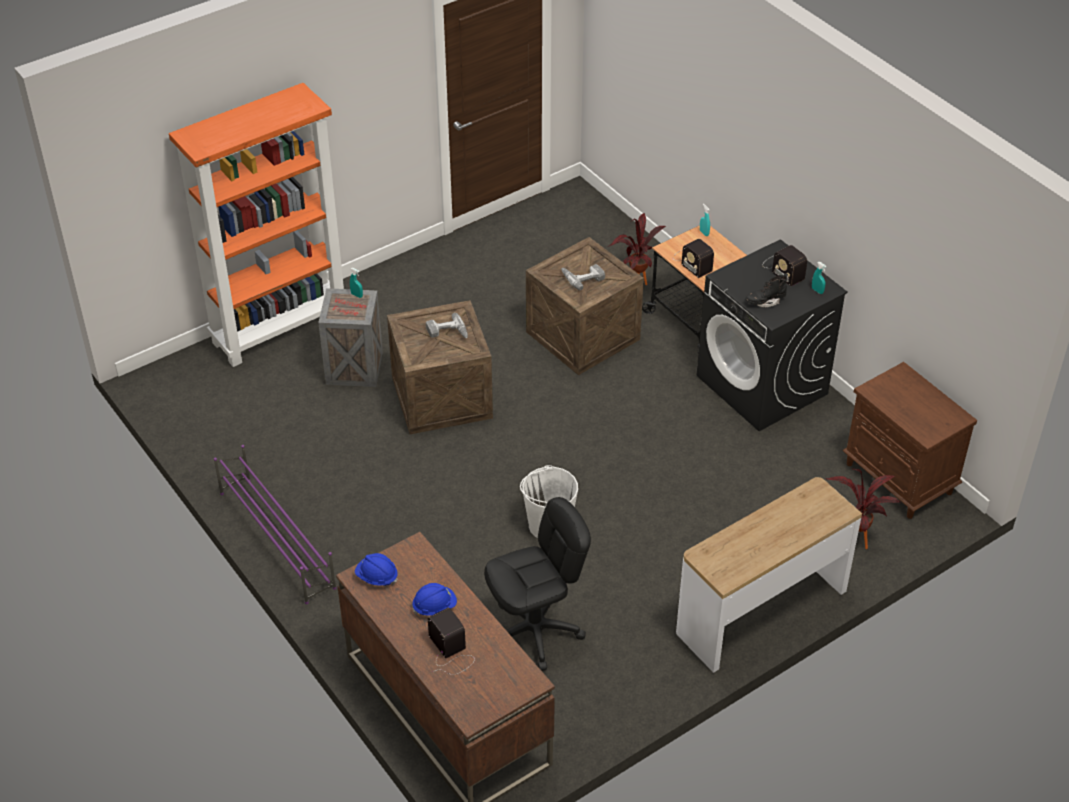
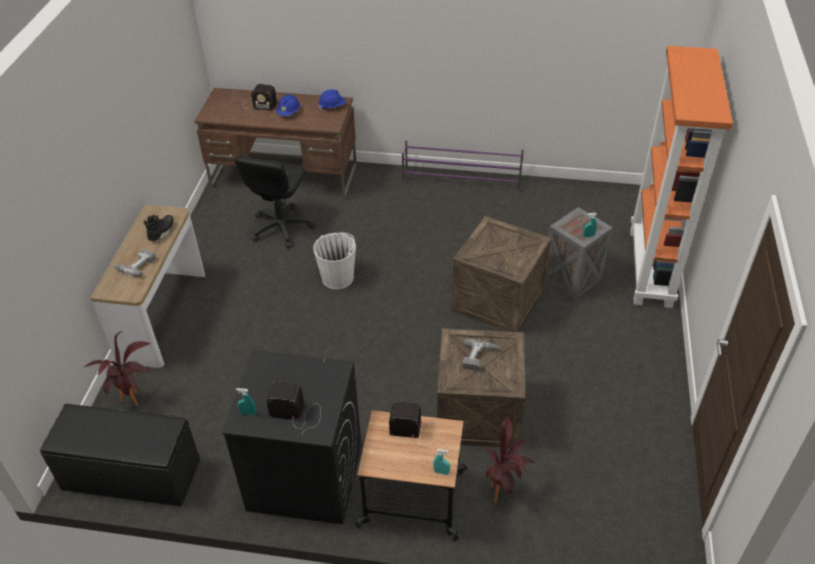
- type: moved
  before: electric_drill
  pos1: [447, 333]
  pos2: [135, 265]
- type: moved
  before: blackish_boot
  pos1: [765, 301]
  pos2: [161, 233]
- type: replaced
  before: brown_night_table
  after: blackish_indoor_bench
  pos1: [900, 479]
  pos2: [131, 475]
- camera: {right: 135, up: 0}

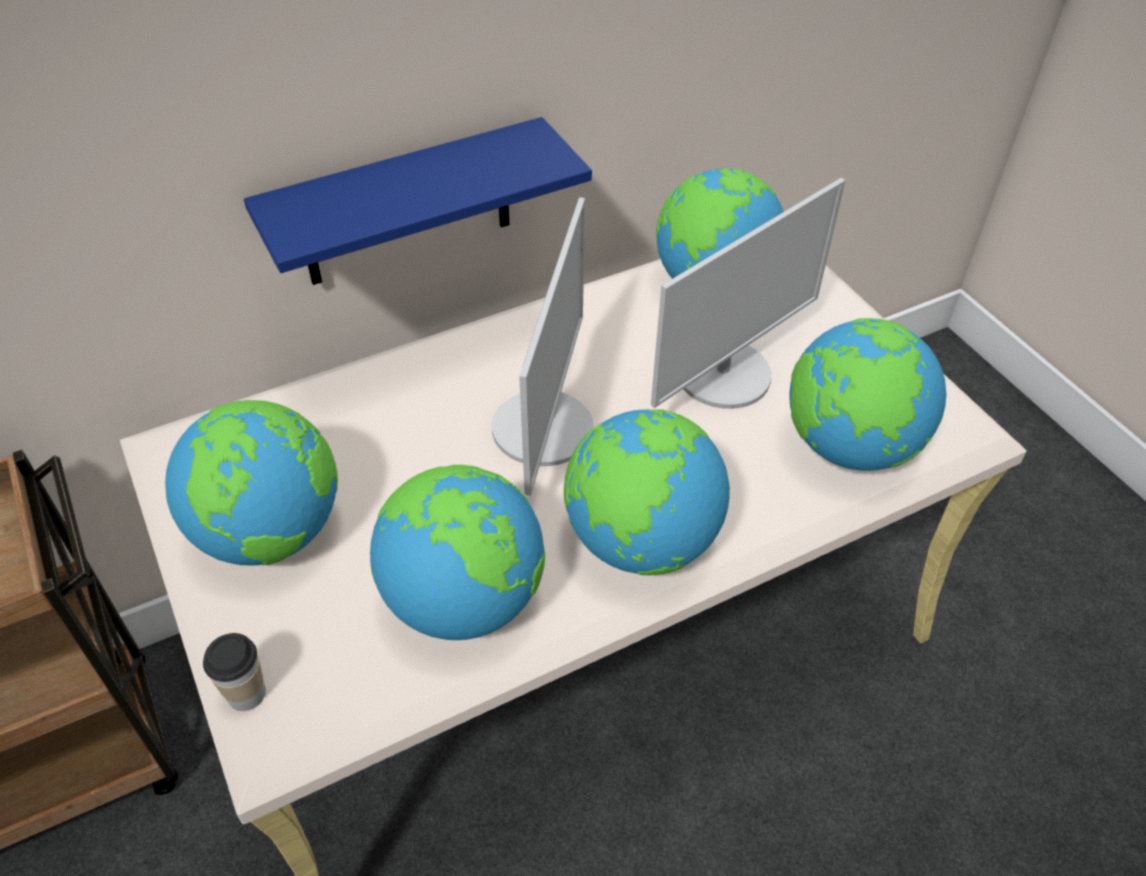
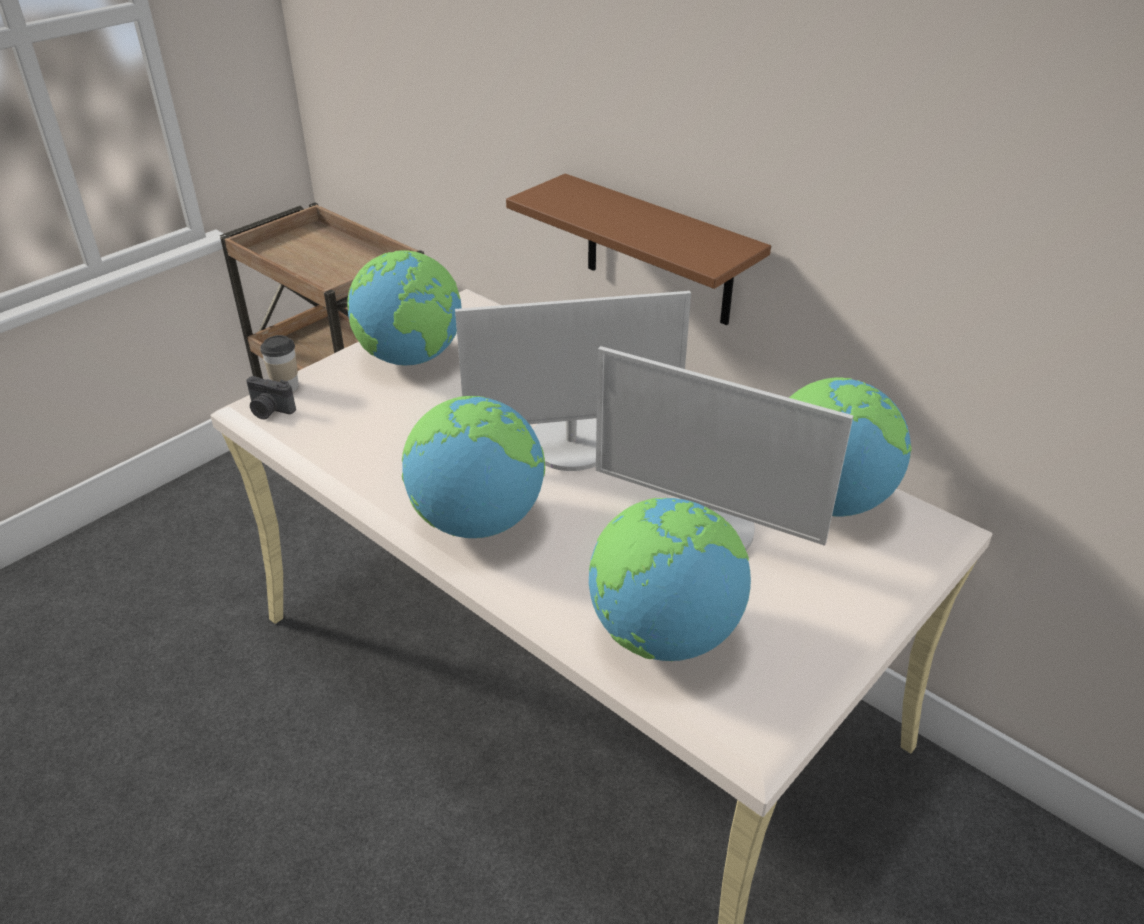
- type: removed
  before: globe
  pos1: [464, 599]
- type: added
  after: still_camera
  pos2: [269, 411]
- type: recoloured
  before: blue_bracket_shelf
  after: brown_bracket_shelf
  pos1: [406, 205]
  pos2: [658, 251]
- camera: {right: 70, up: -10}

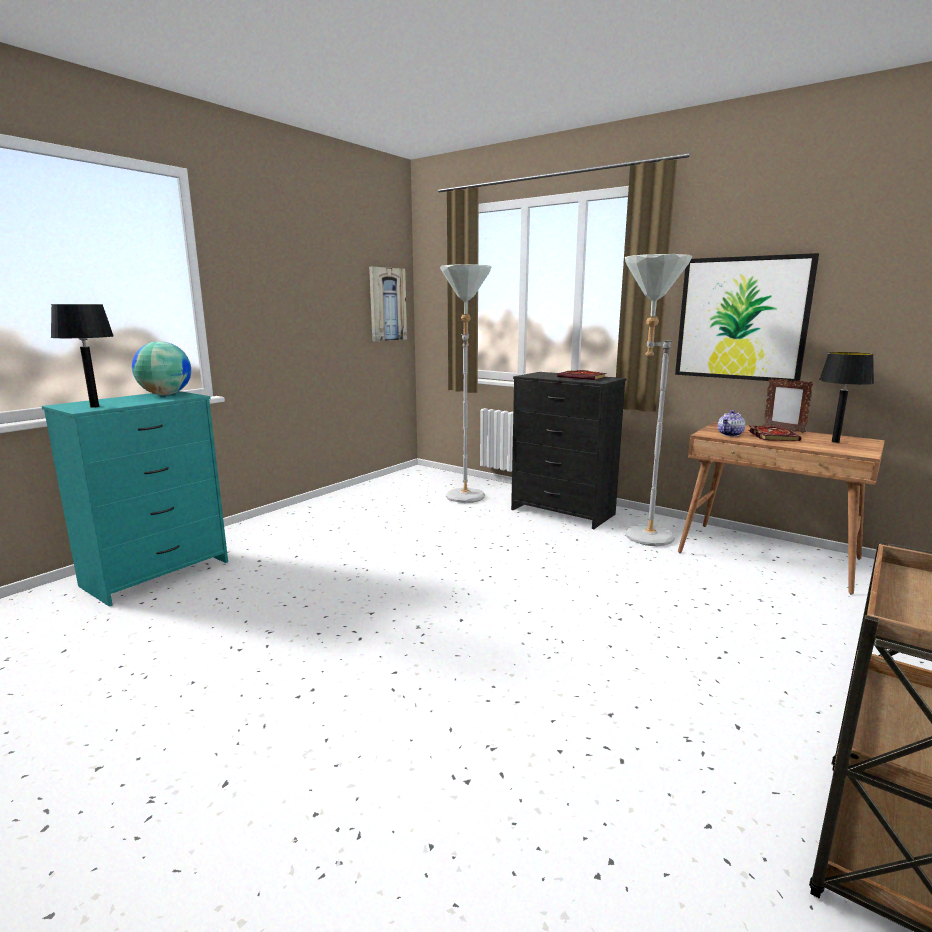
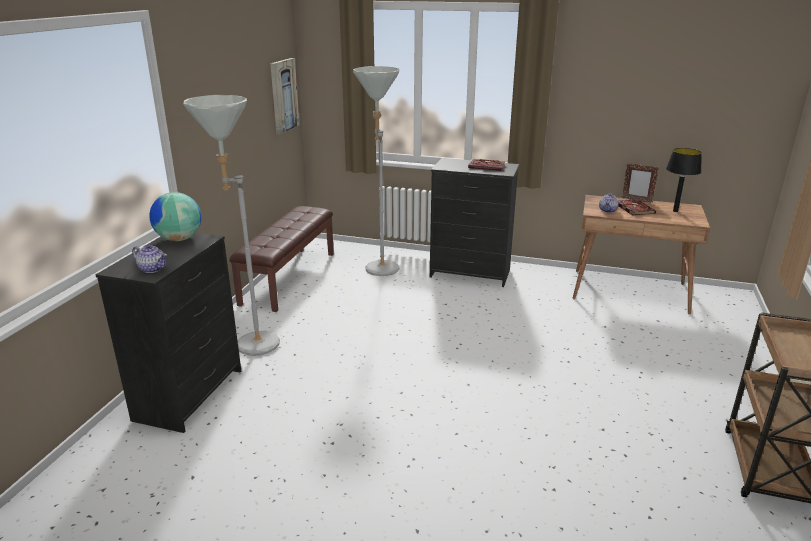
- type: removed
  before: picture
  pos1: [742, 318]
- type: added
  after: brown_indoor_bench
  pos2: [288, 277]
- type: moved
  before: greyish_floor_lamp
  pos1: [638, 535]
  pos2: [249, 343]
- type: replaced
  before: blackish_tabletop_lamp
  after: tea_pot
  pos1: [95, 406]
  pos2: [153, 269]
- type: recoloured
  before: turquoise_dresser
  after: blackish_dresser
  pos1: [157, 574]
  pos2: [190, 395]
- camera: {right: -20, up: 10}

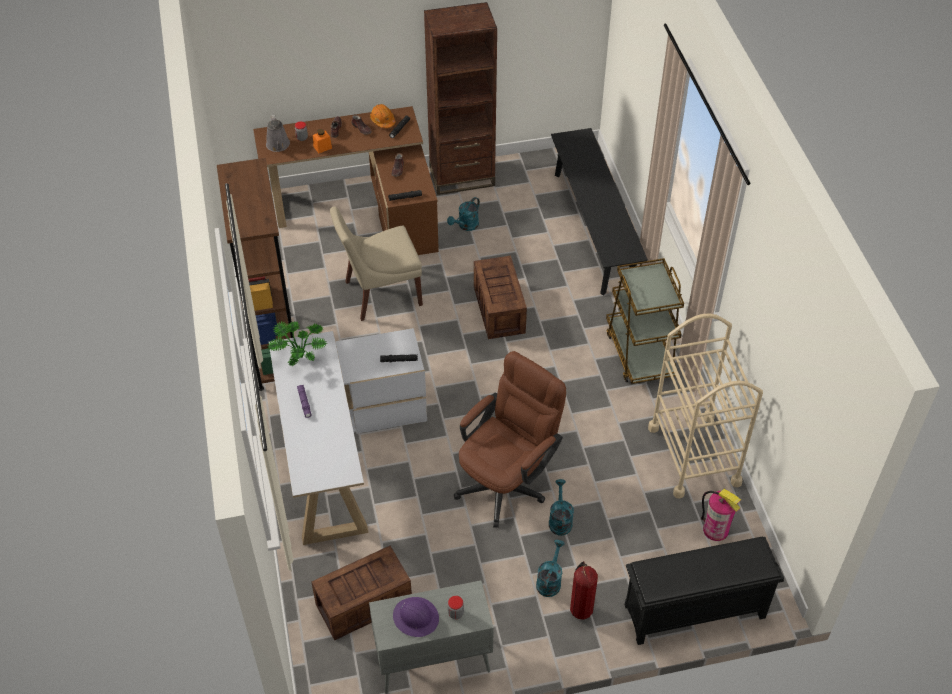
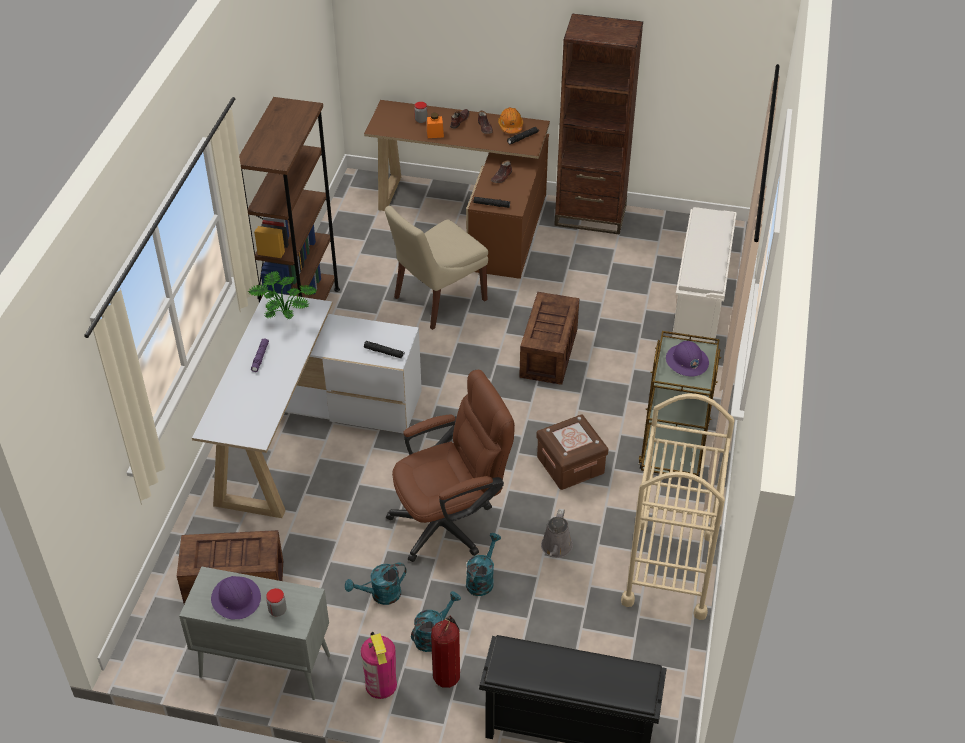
- type: added
  after: brown_storage_container
  pos2: [570, 465]
- type: added
  after: purple_hard_hat
  pos2: [686, 361]
- type: moved
  before: greyish_sprinkling_can
  pos1: [278, 145]
  pos2: [556, 548]
- type: moved
  before: turquoise_sprinkling_can
  pos1: [466, 226]
  pos2: [380, 595]
- type: moved
  before: fire-fighting_cylinder
  pos1: [716, 529]
  pos2: [381, 685]
- type: replaced
  before: blackish_indoor_bench
  after: whitish_shoe_shelf
  pos1: [593, 229]
  pos2: [699, 307]
- type: turned
  before: beige-coloured_chair
  pos1: [380, 294]
  pos2: [437, 300]
  turn: -45
- camera: {right: 25, up: -5}

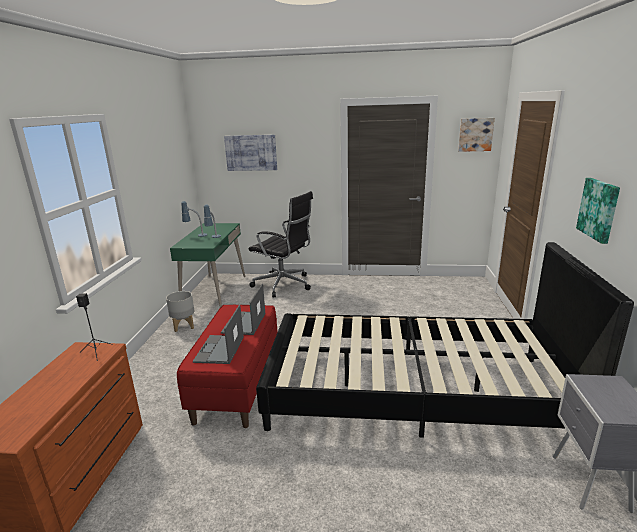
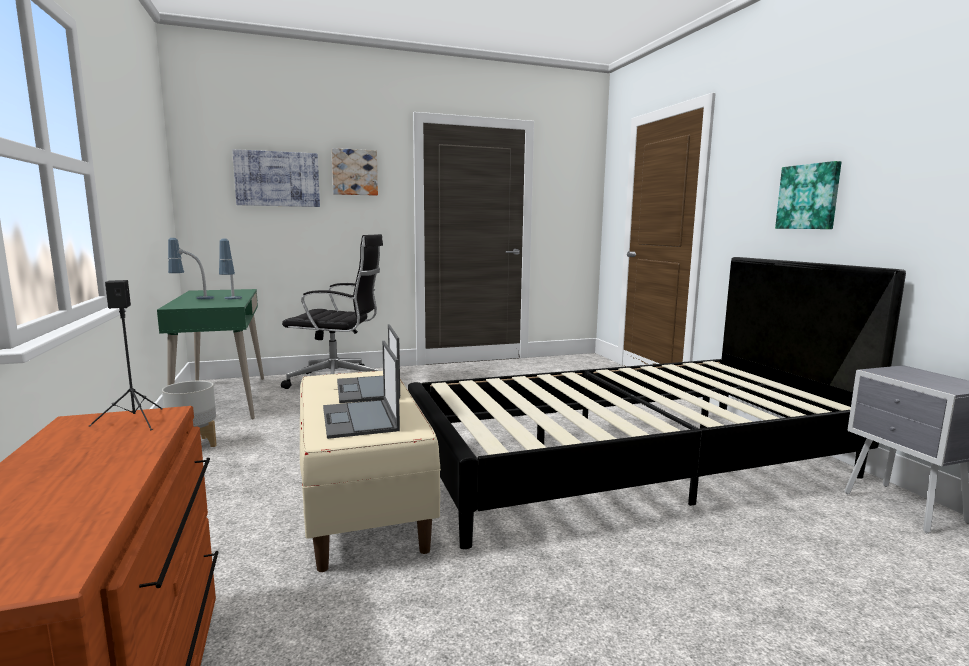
- type: moved
  before: picture
  pos1: [475, 134]
  pos2: [354, 172]
- type: recoloured
  before: red-coloured_indoor_bench
  after: beige-coloured_indoor_bench
  pos1: [238, 384]
  pos2: [363, 501]
- camera: {right: -25, up: -10}

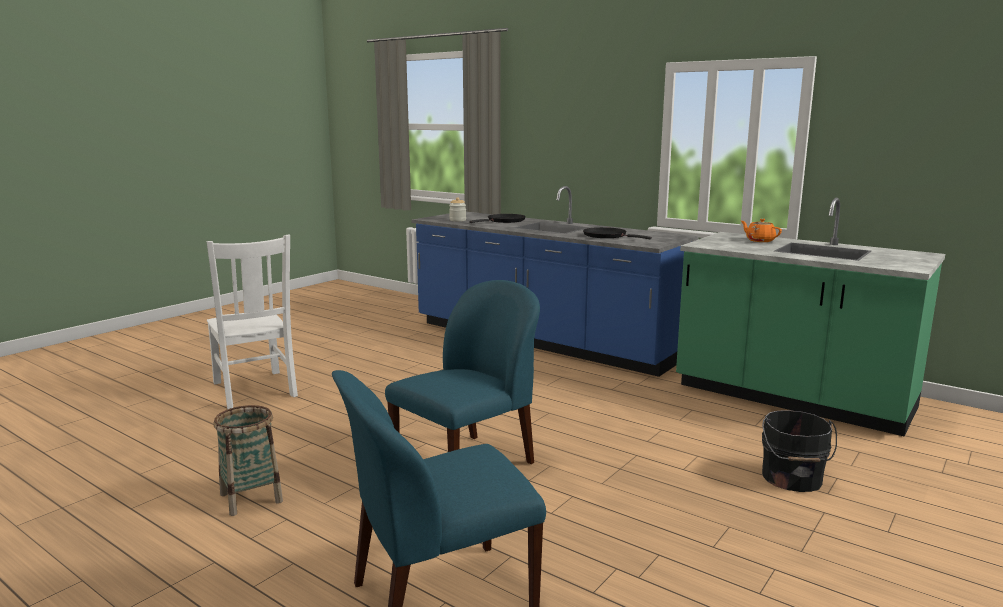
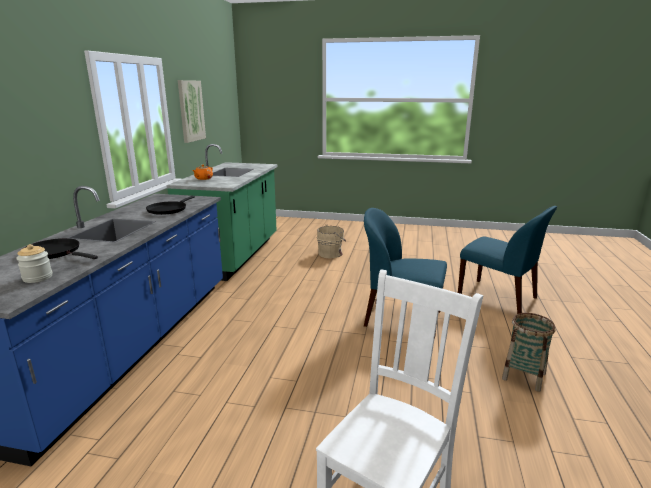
- type: added
  after: picture
  pos2: [191, 111]
- type: recoloured
  before: blackish_water_bucket
  after: beige-coloured_water_bucket
  pos1: [792, 479]
  pos2: [331, 253]
- camera: {right: -115, up: 5}

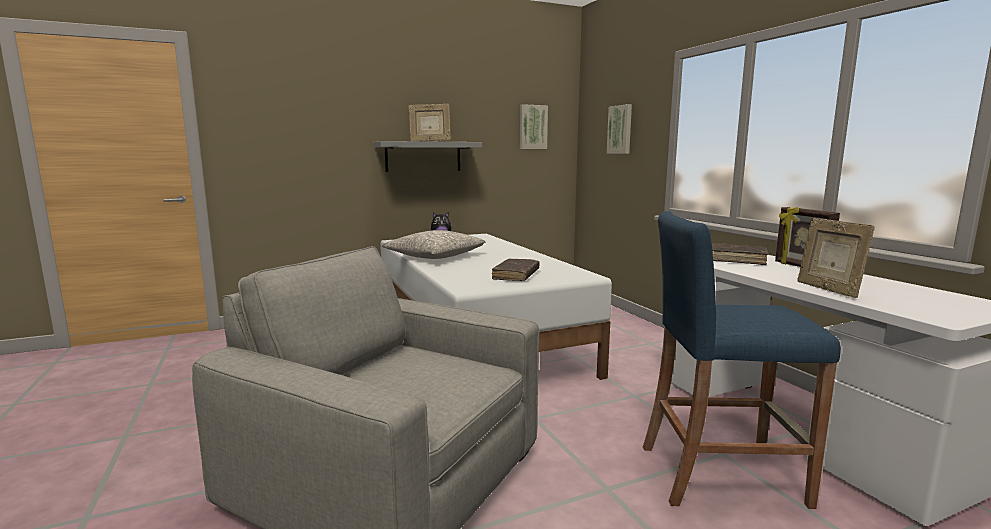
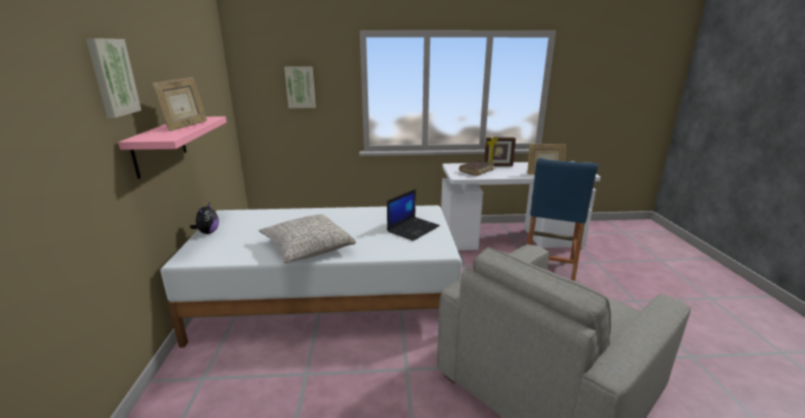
- type: moved
  before: picture
  pos1: [532, 127]
  pos2: [112, 77]
- type: replaced
  before: brown_book
  after: laptop
  pos1: [516, 276]
  pos2: [413, 228]
- type: recoloured
  before: greyish_bracket_shelf
  after: pink-coloured_bracket_shelf
  pos1: [423, 156]
  pos2: [160, 146]
- camera: {right: -70, up: 10}

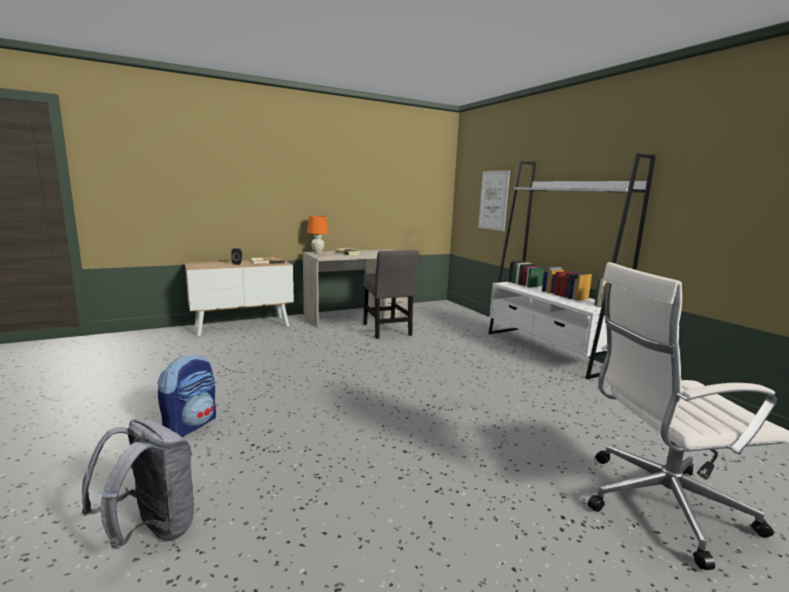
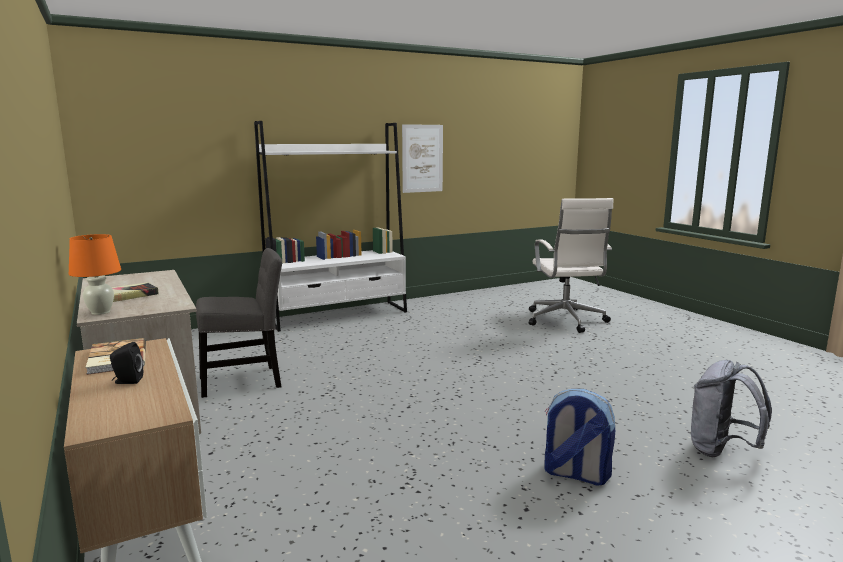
- type: moved
  before: picture
  pos1: [493, 200]
  pos2: [422, 158]
- camera: {right: -90, up: 0}

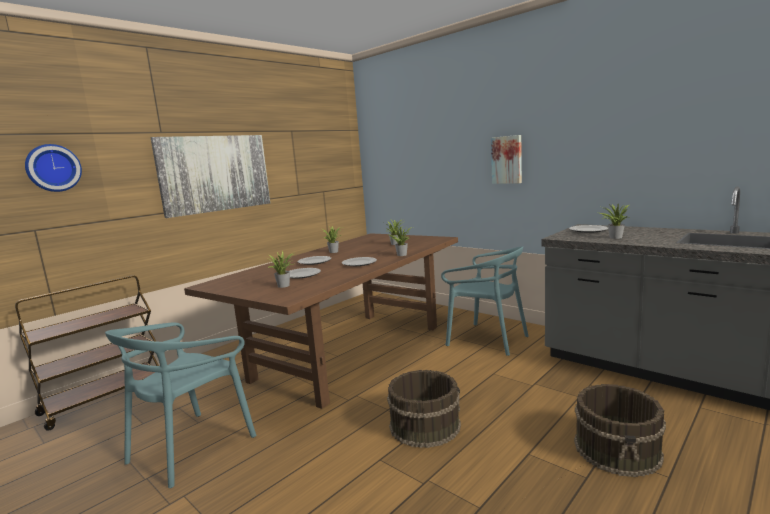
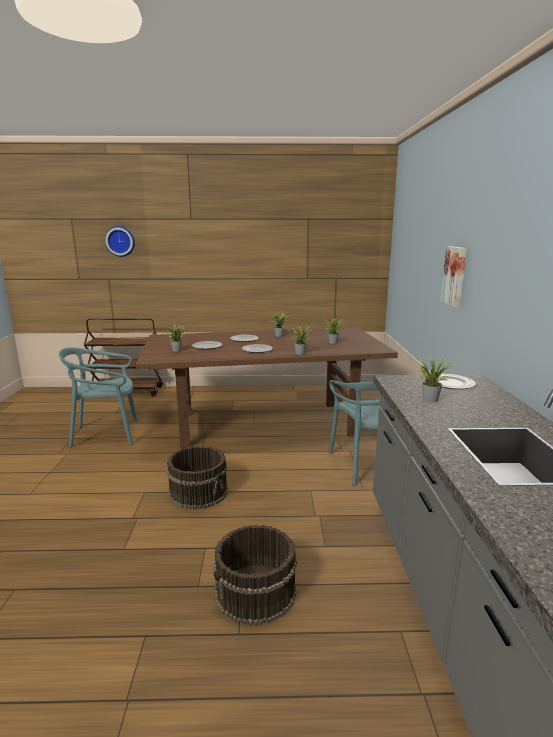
- type: removed
  before: picture
  pos1: [215, 173]
- camera: {right: 45, up: 5}

